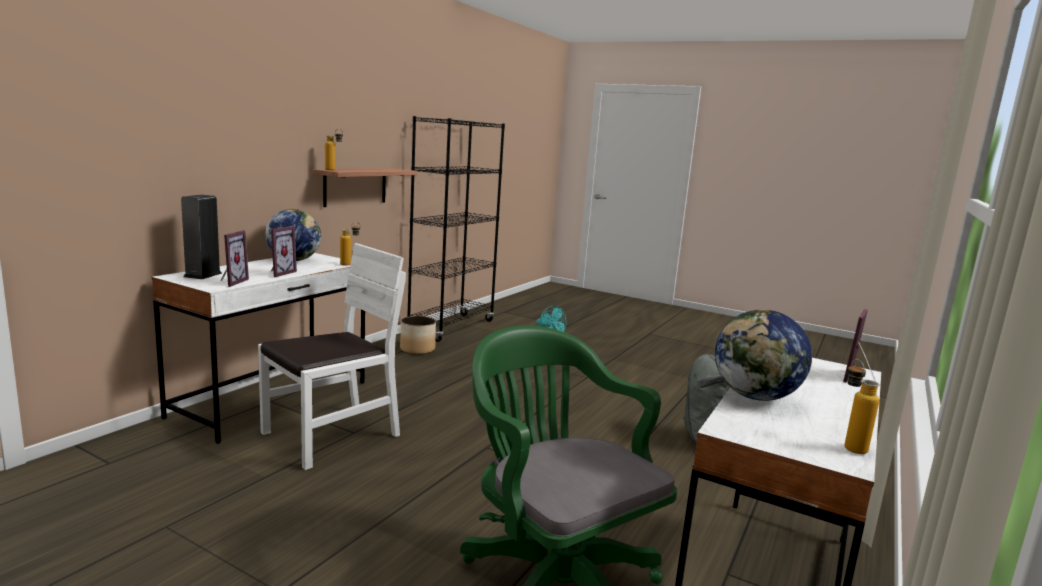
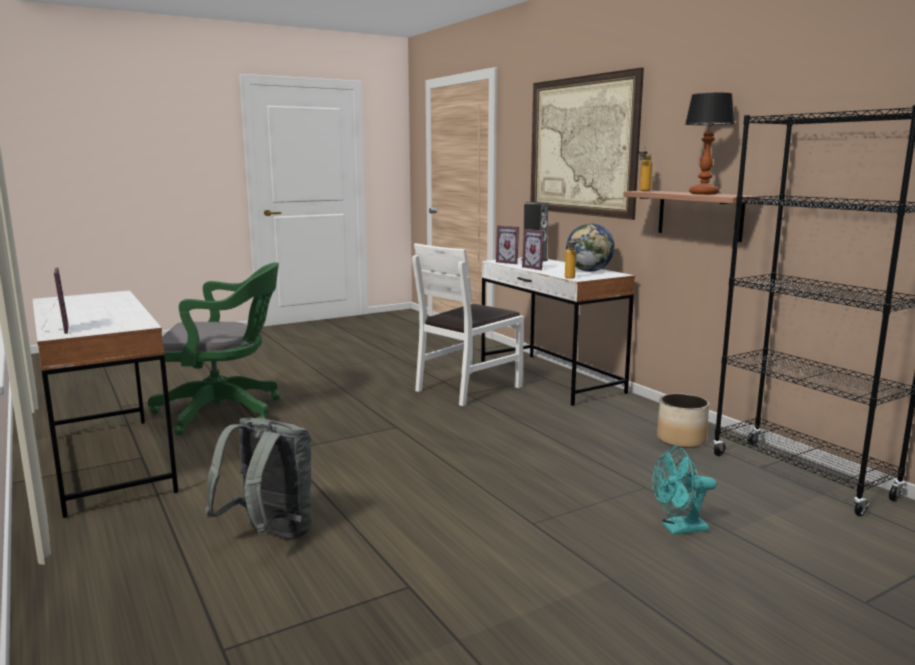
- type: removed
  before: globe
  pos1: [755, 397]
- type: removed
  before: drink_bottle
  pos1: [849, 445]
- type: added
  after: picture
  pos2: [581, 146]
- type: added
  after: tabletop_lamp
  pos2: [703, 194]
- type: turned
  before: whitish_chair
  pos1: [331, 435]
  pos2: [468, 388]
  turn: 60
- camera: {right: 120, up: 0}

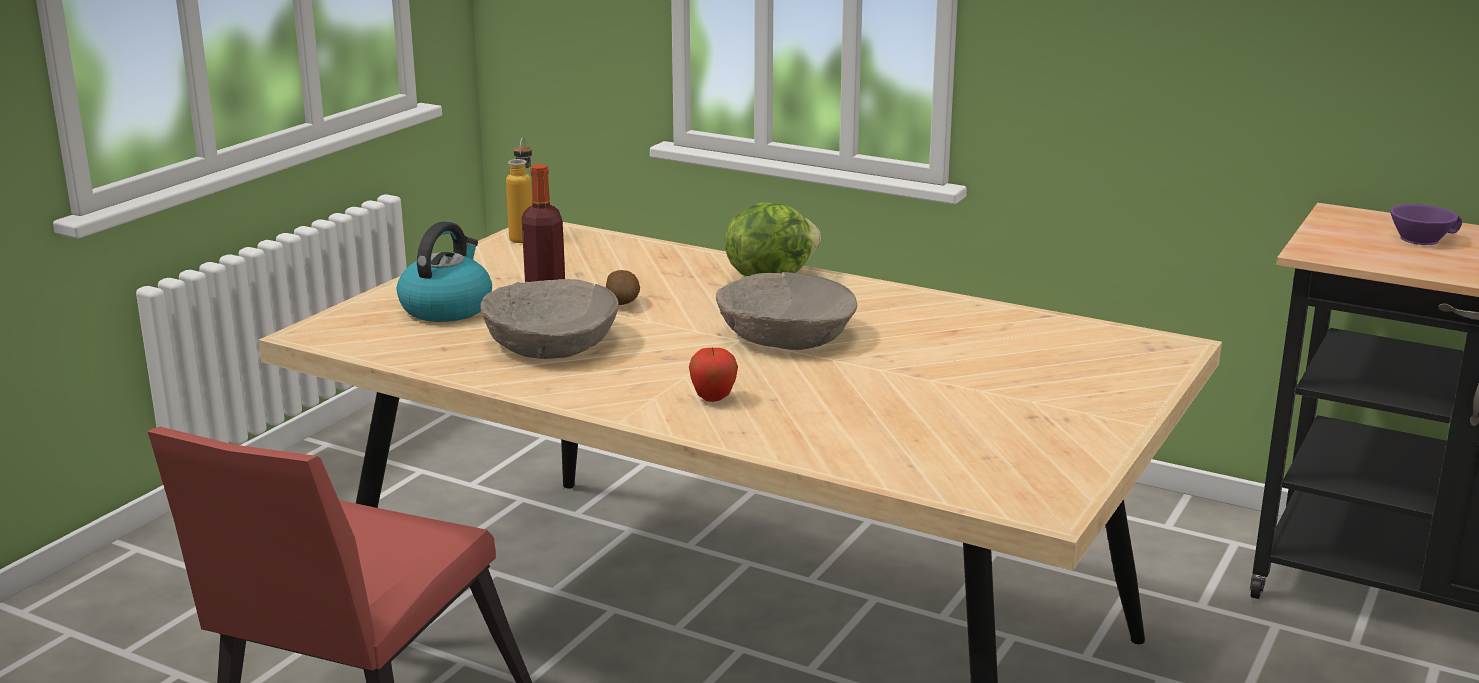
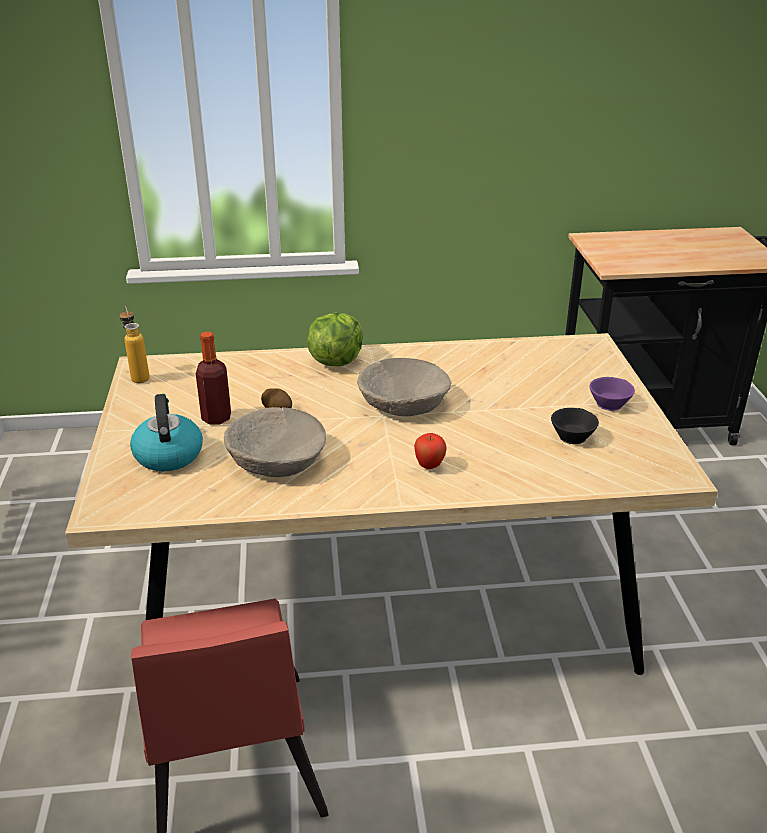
- type: added
  after: blackish_small_cup
  pos2: [571, 435]
- type: moved
  before: purple_small_cup
  pos1: [1420, 238]
  pos2: [608, 402]
- camera: {right: -35, up: 10}

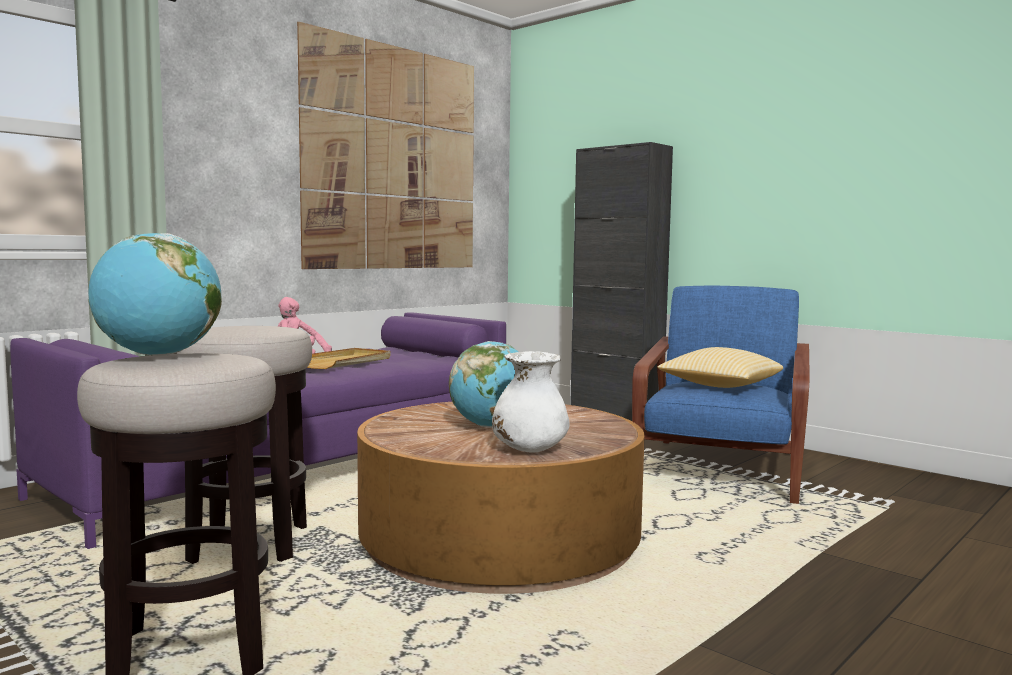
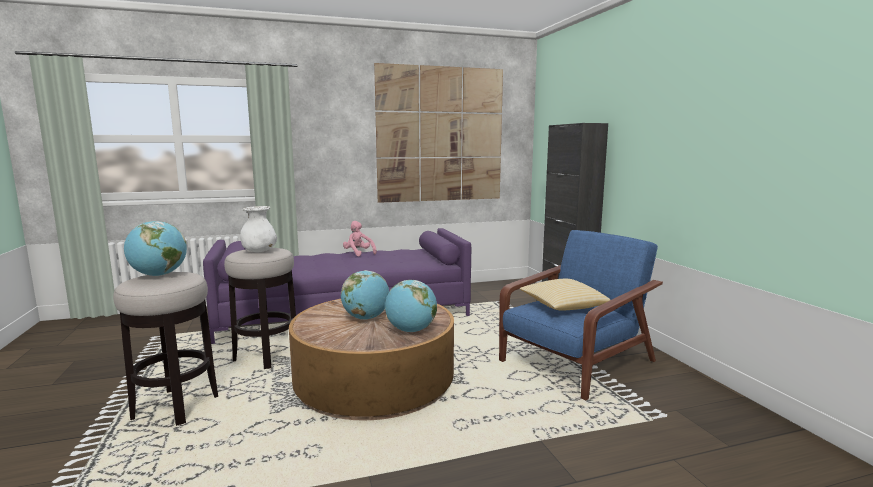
- type: removed
  before: beige-coloured_serving_tray
  pos1: [344, 362]
- type: added
  after: globe
  pos2: [411, 331]
- type: moved
  before: whitish_flower_vase
  pos1: [529, 450]
  pos2: [259, 251]
- camera: {right: 30, up: 5}

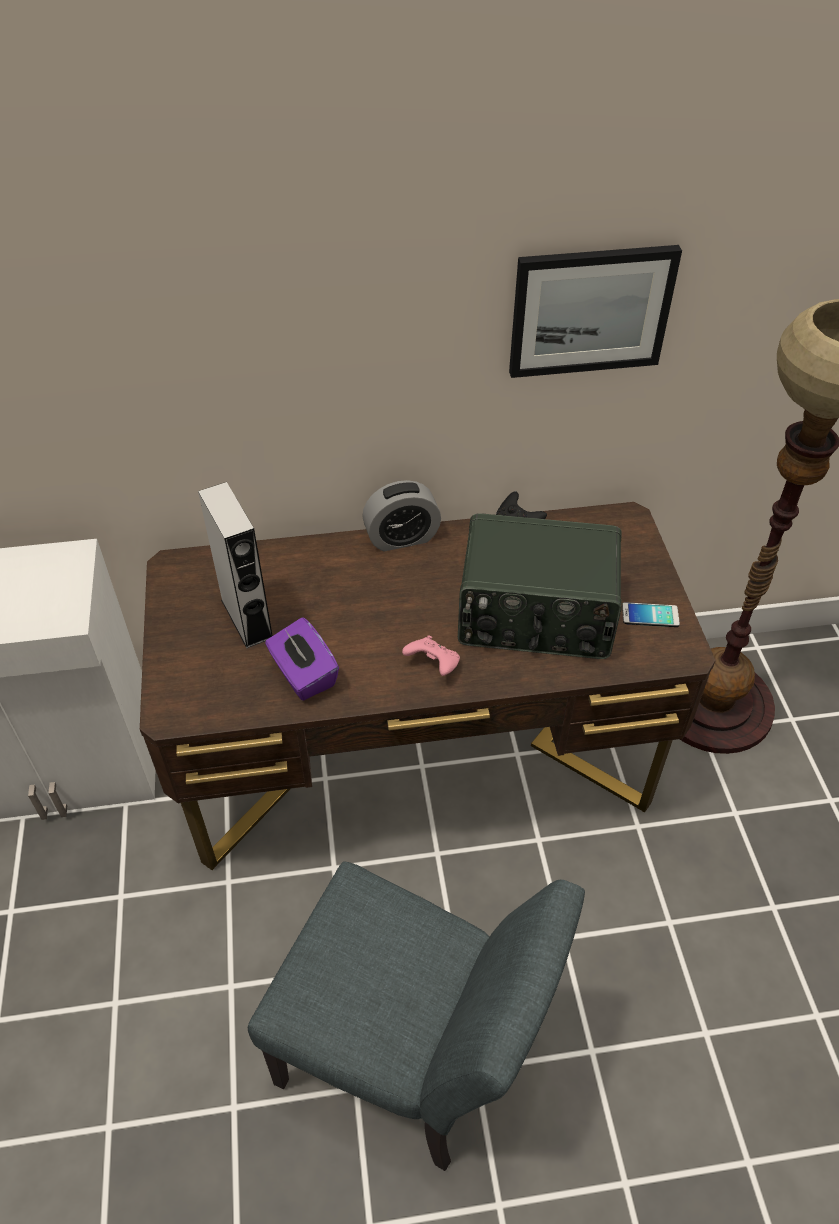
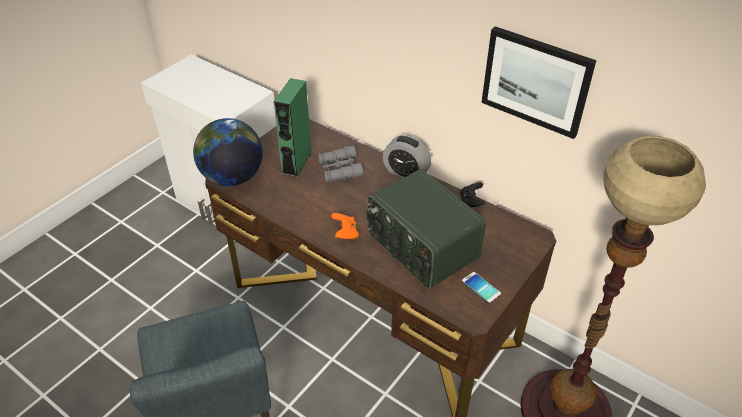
- type: removed
  before: purple_tissue_box
  pos1: [303, 675]
- type: added
  after: globe
  pos2: [232, 177]
- type: added
  after: greyish_pair_of_binoculars
  pos2: [340, 169]
- type: recoloured
  before: greyish_speaker
  after: greenish_speaker
  pos1: [247, 618]
  pos2: [297, 162]
- type: recoloured
  before: pink-coloured_joypad
  after: orangey_joypad
  pos1: [433, 665]
  pos2: [345, 233]
- camera: {right: 45, up: -5}

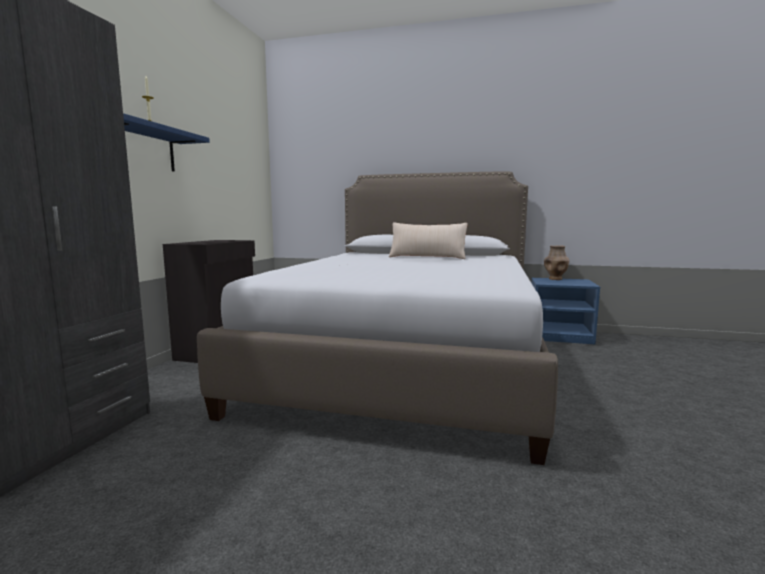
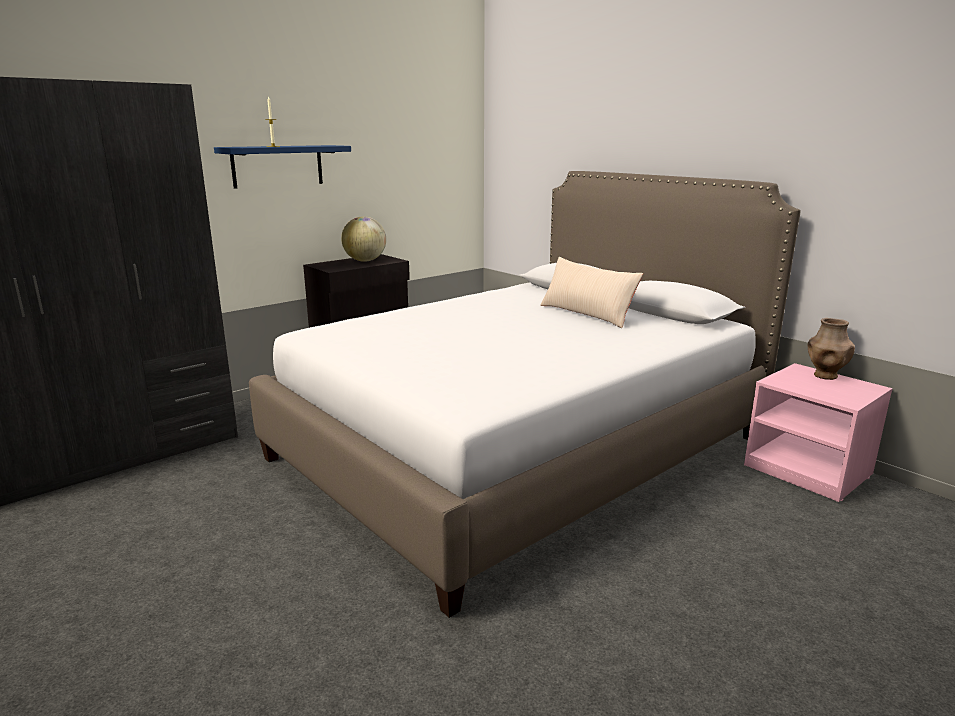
- type: added
  after: globe
  pos2: [365, 261]
- type: recoloured
  before: blue_night_table
  after: pink-coloured_night_table
  pos1: [560, 336]
  pos2: [809, 470]
- camera: {right: 35, up: 10}

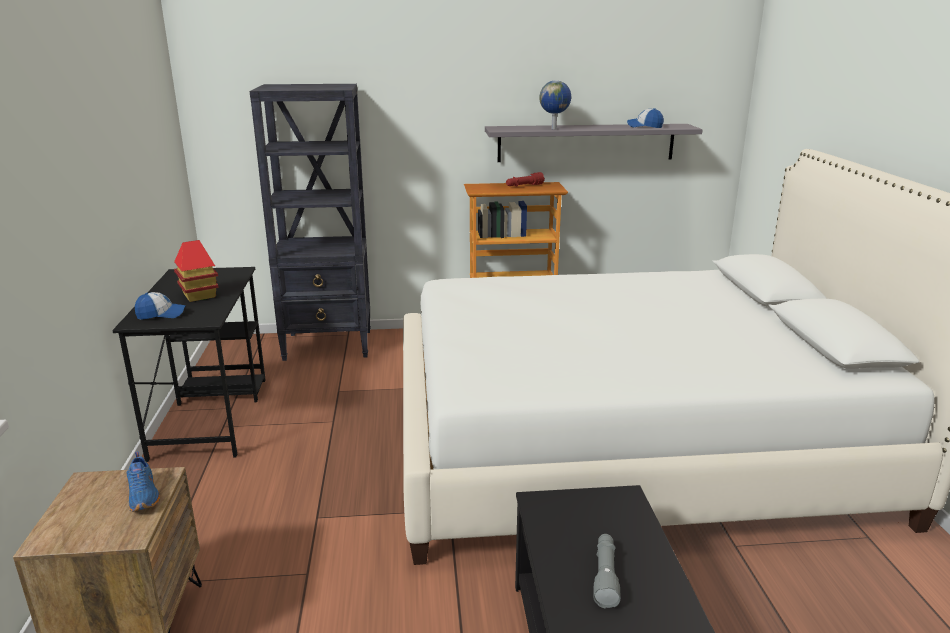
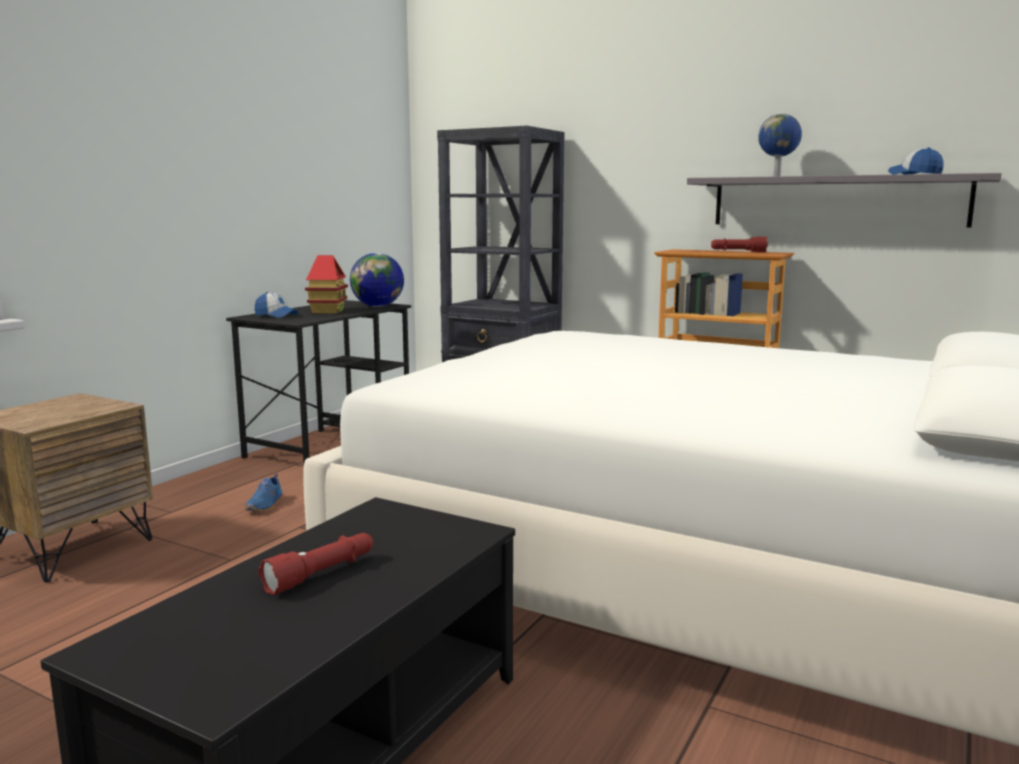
- type: added
  after: globe
  pos2: [378, 306]
- type: moved
  before: blue_shoe
  pos1: [144, 495]
  pos2: [266, 506]
- type: recoloured
  before: greyish_hand_torch
  after: red-coloured_hand_torch
  pos1: [605, 576]
  pos2: [321, 574]
- camera: {right: 35, up: -10}

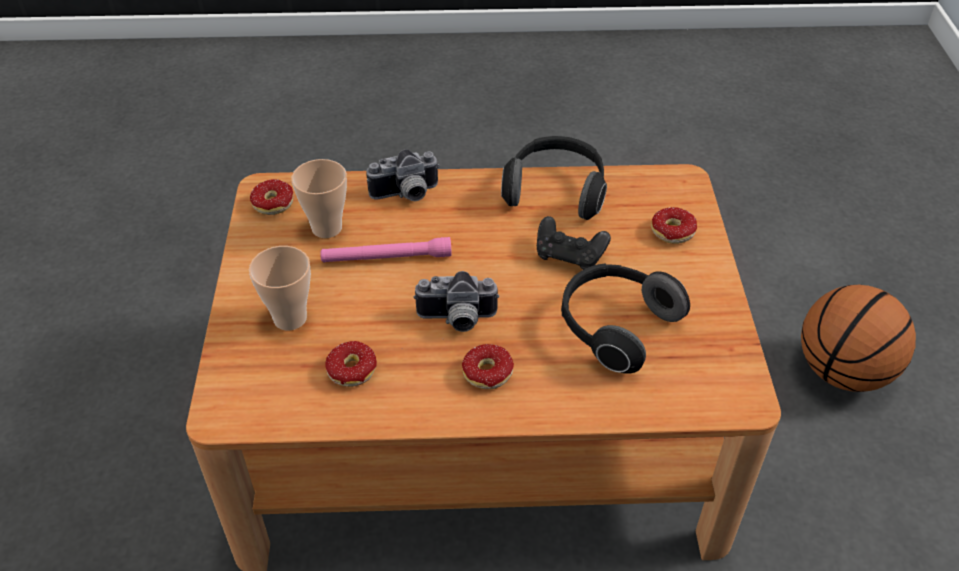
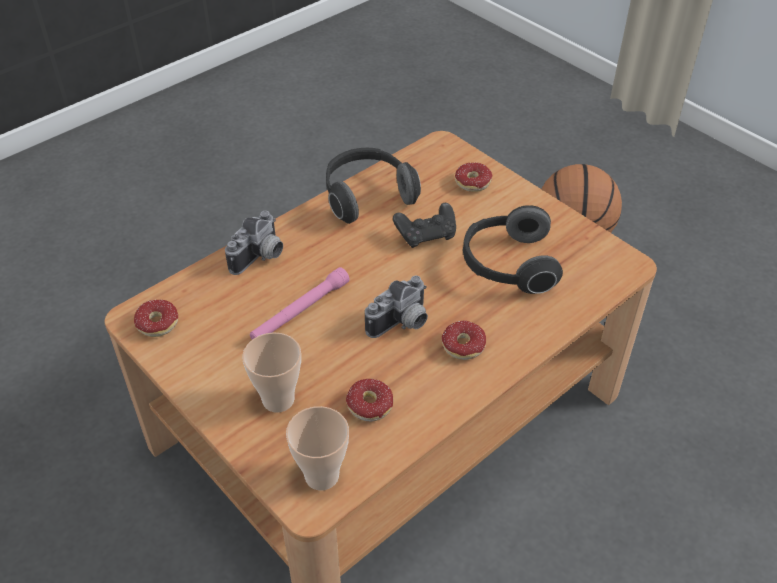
- type: moved
  before: small_cup
  pos1: [327, 228]
  pos2: [321, 475]
- camera: {right: -40, up: 0}

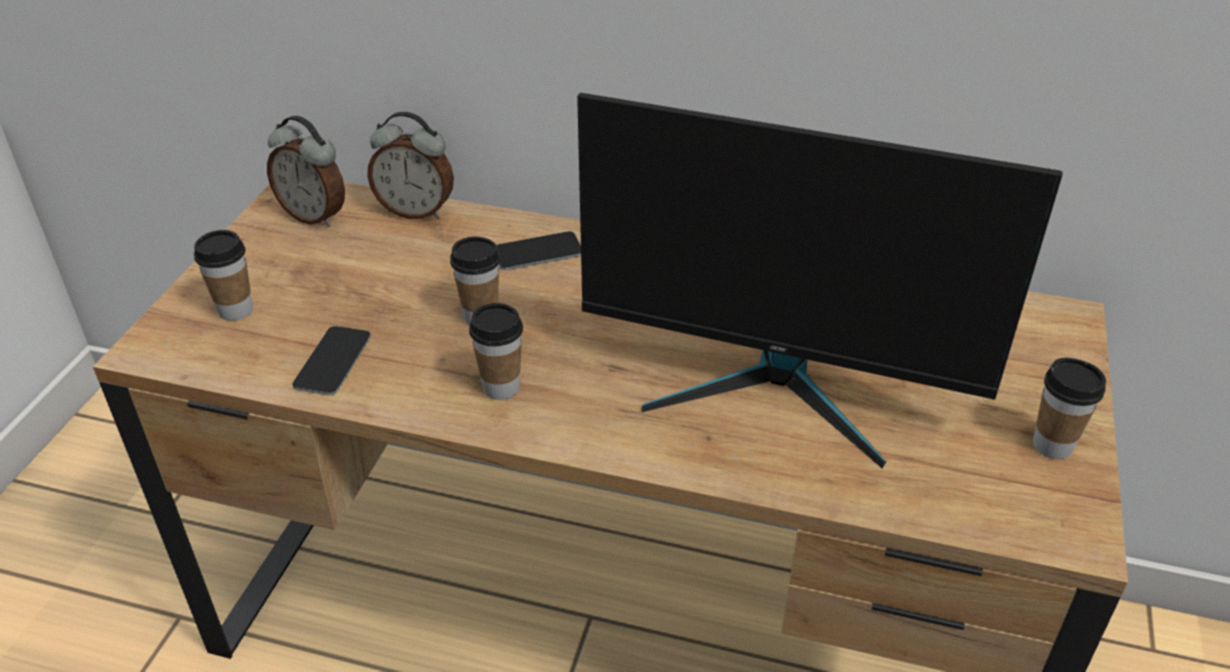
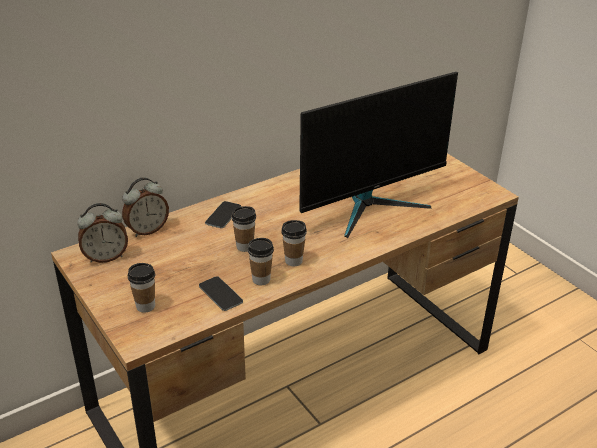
- type: moved
  before: small_cup
  pos1: [1052, 445]
  pos2: [261, 279]
- camera: {right: -50, up: -5}

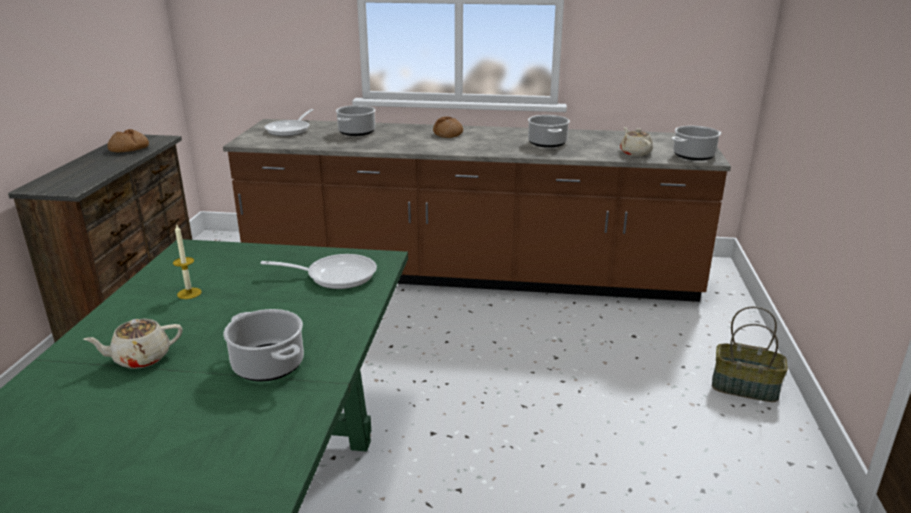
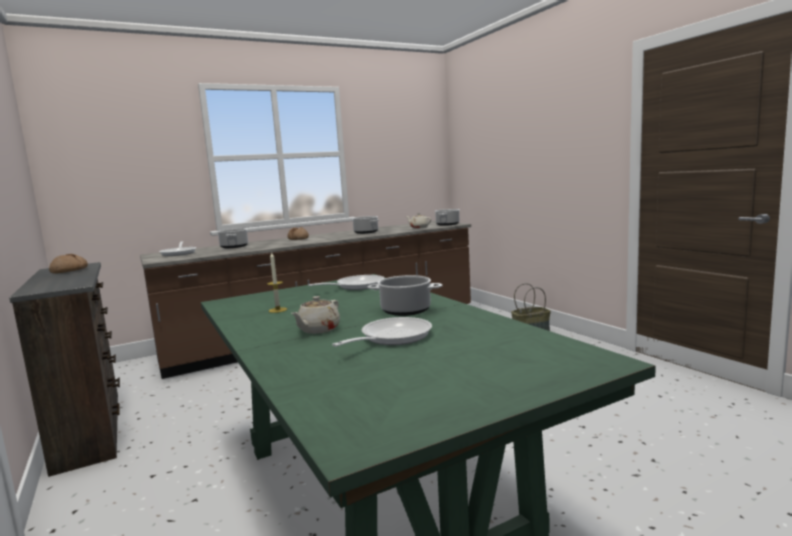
- type: added
  after: pan
  pos2: [391, 337]
- camera: {right: -35, up: -15}

